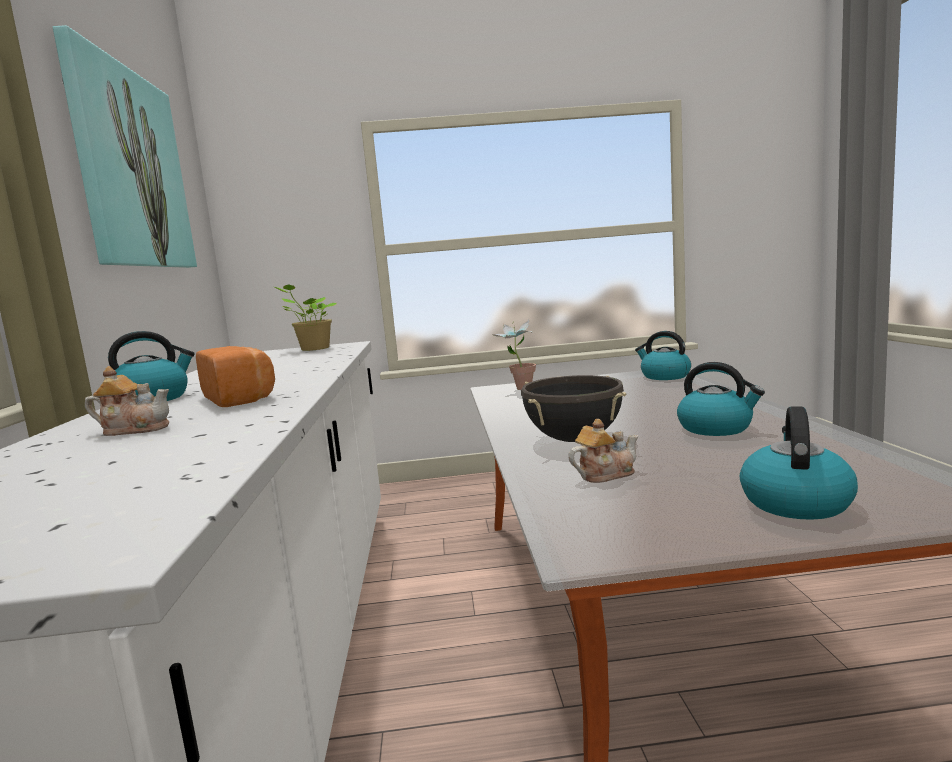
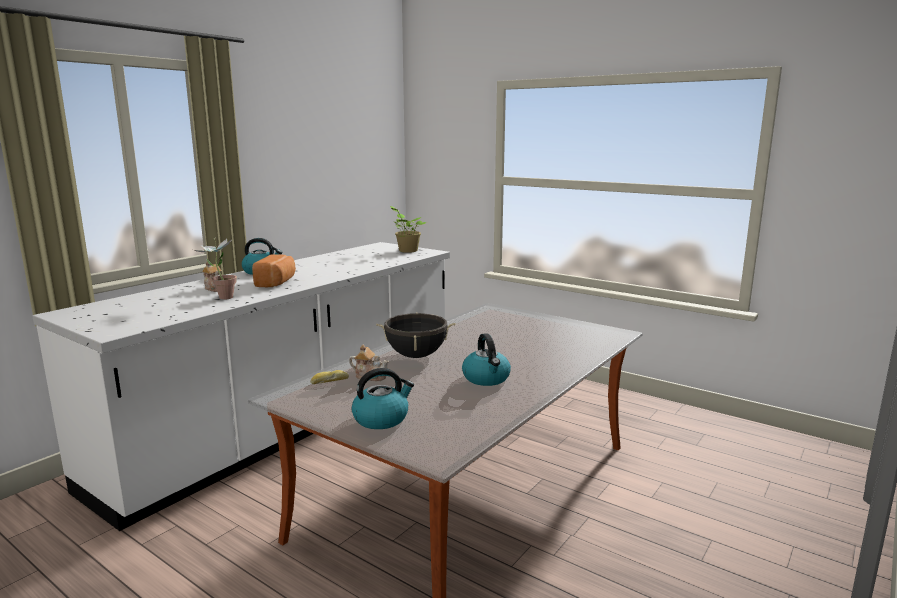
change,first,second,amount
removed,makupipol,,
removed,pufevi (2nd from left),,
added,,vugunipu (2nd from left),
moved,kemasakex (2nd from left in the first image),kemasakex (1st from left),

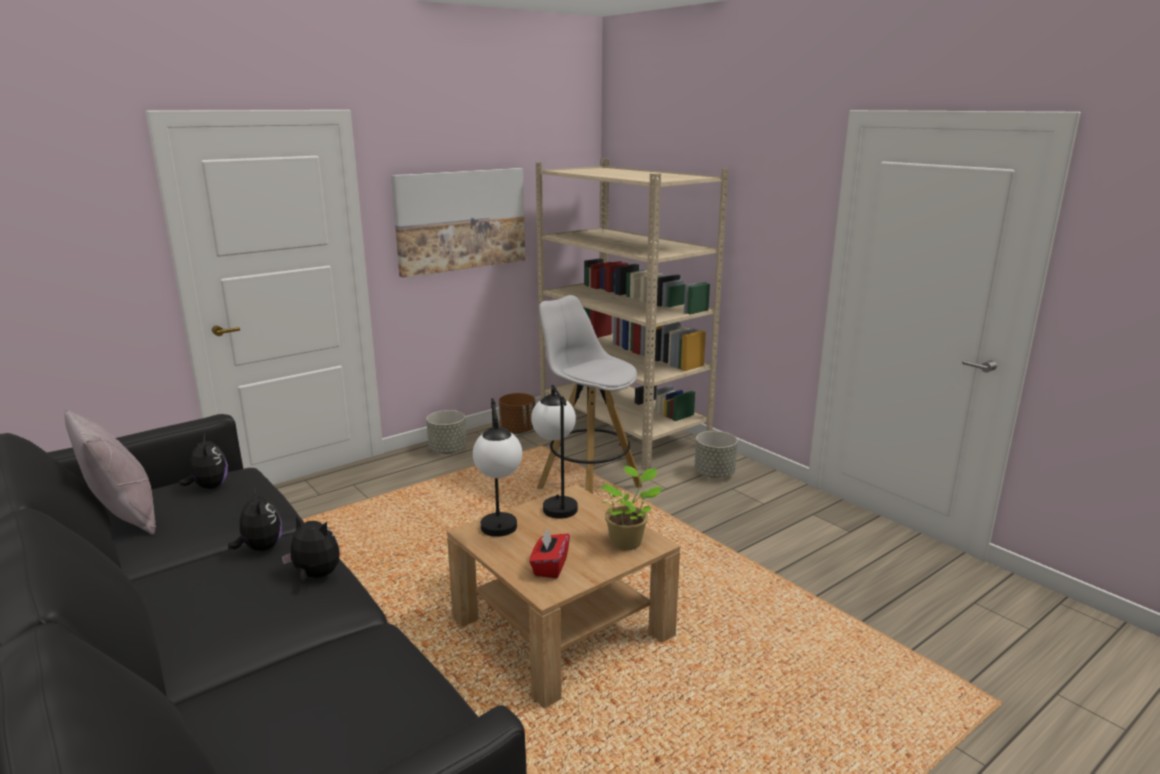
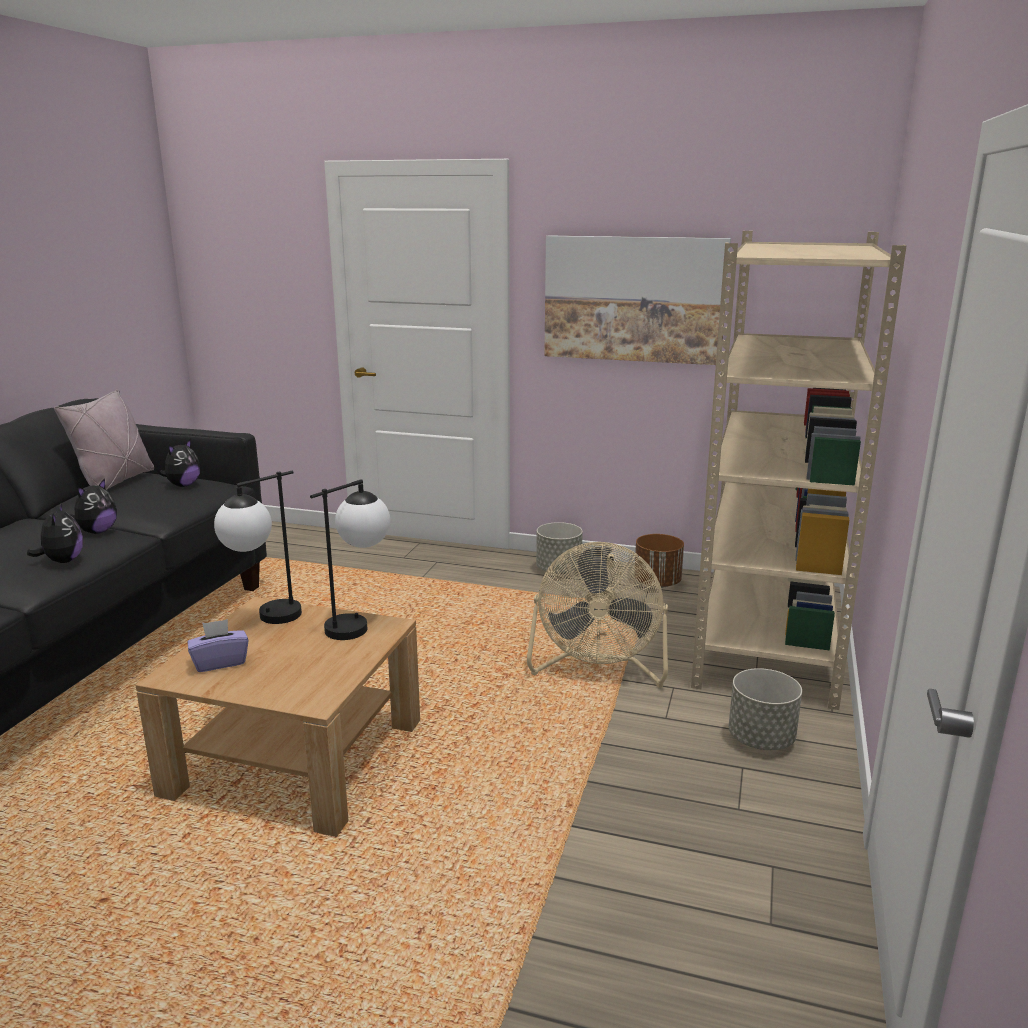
change,first,second,amount
removed,kemasakex,,
replaced,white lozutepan,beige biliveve,
recoloured,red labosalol,purple labosalol,

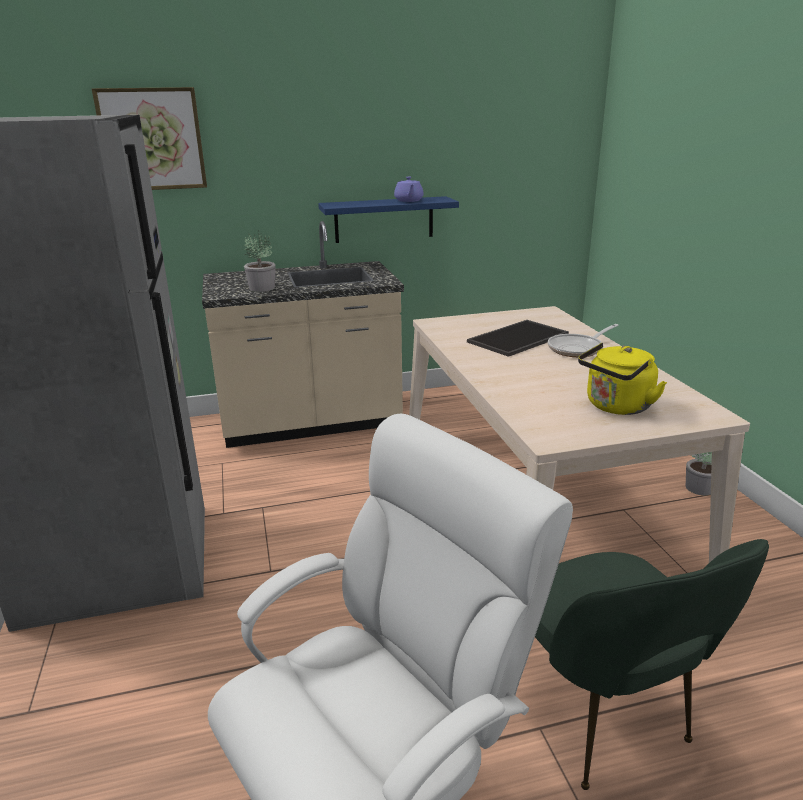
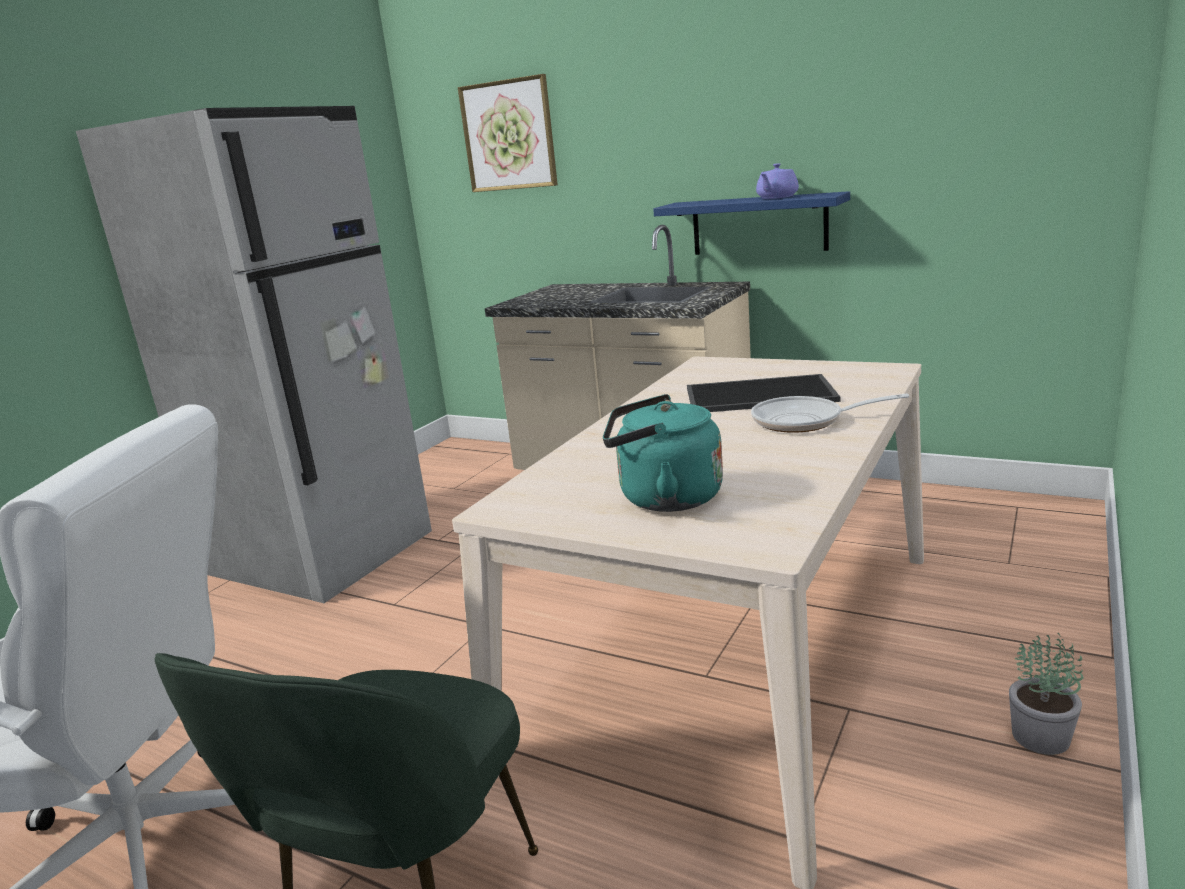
change,first,second,amount
removed,kemasakex (1st from left),,
recoloured,yellow pufevi,turquoise pufevi,

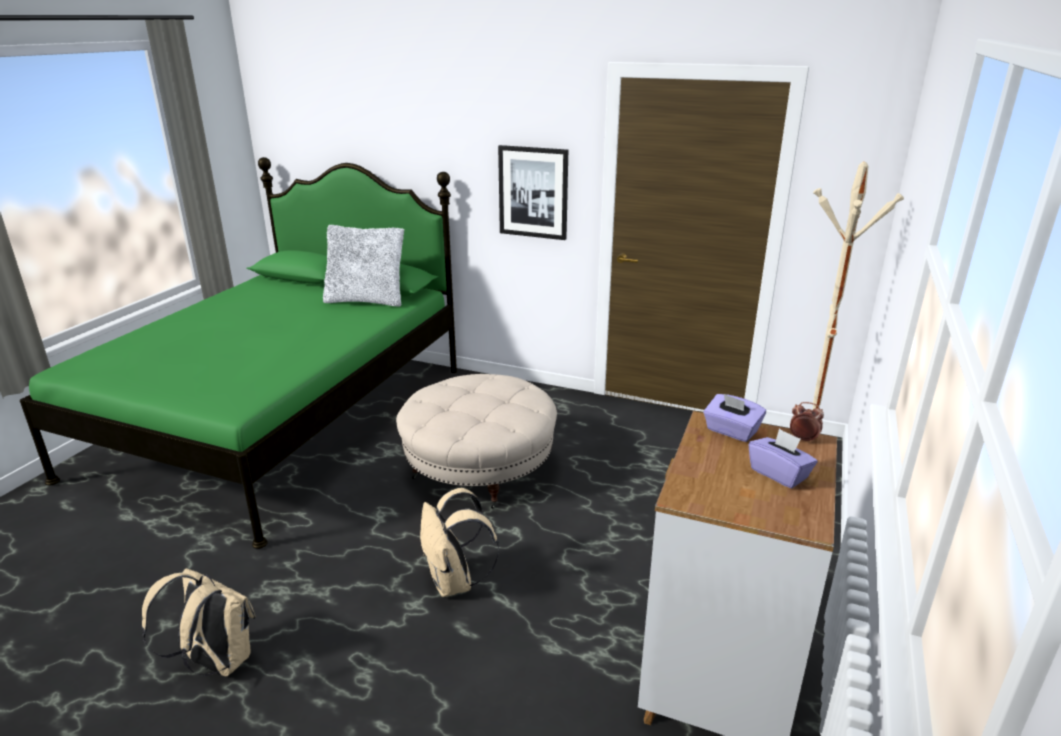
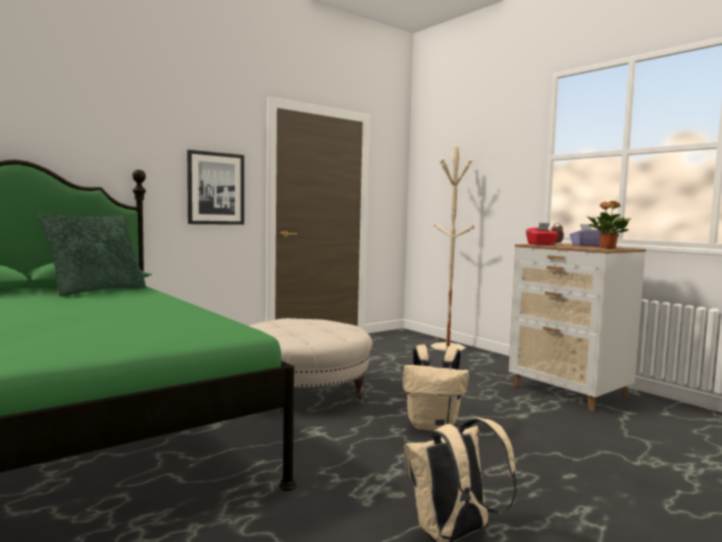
change,first,second,amount
added,,kemasakex,
recoloured,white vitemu,green vitemu,
recoloured,purple labosalol (1st from left),red labosalol,

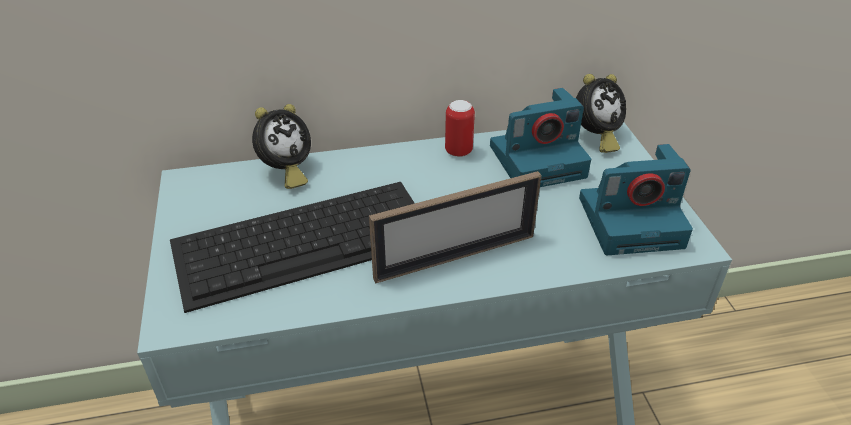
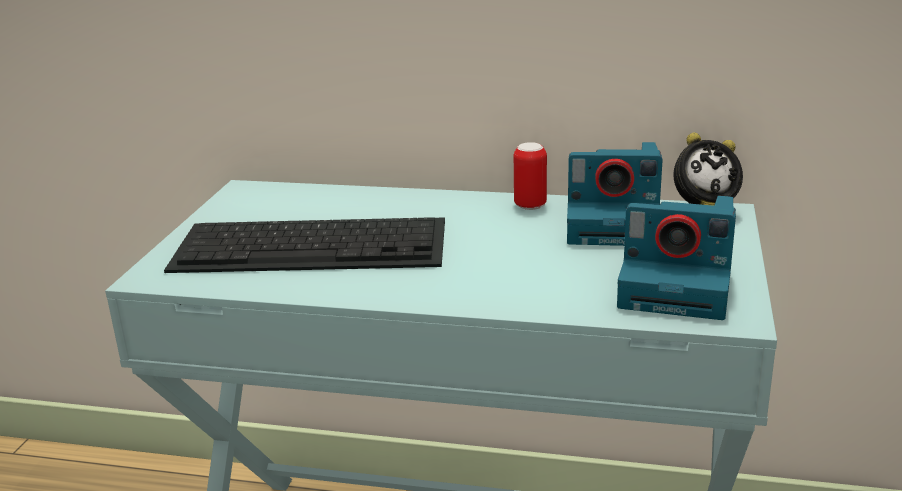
change,first,second,amount
removed,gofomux (1st from left),,
removed,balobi,,

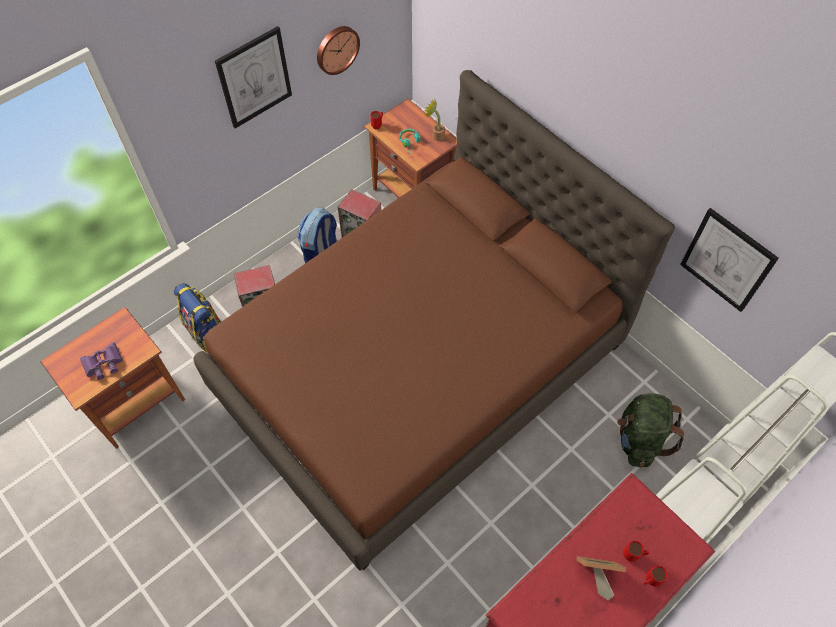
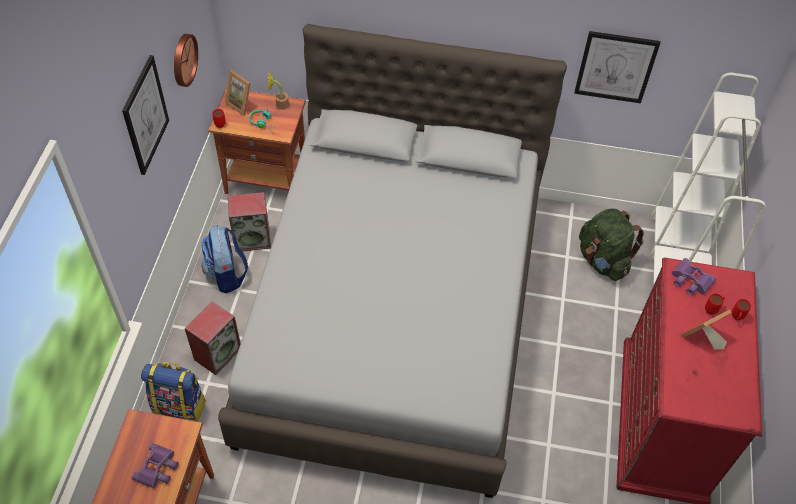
change,first,second,amount
added,,balobi (1st from left),
added,,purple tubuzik (2nd from left),
recoloured,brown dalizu,grey dalizu,

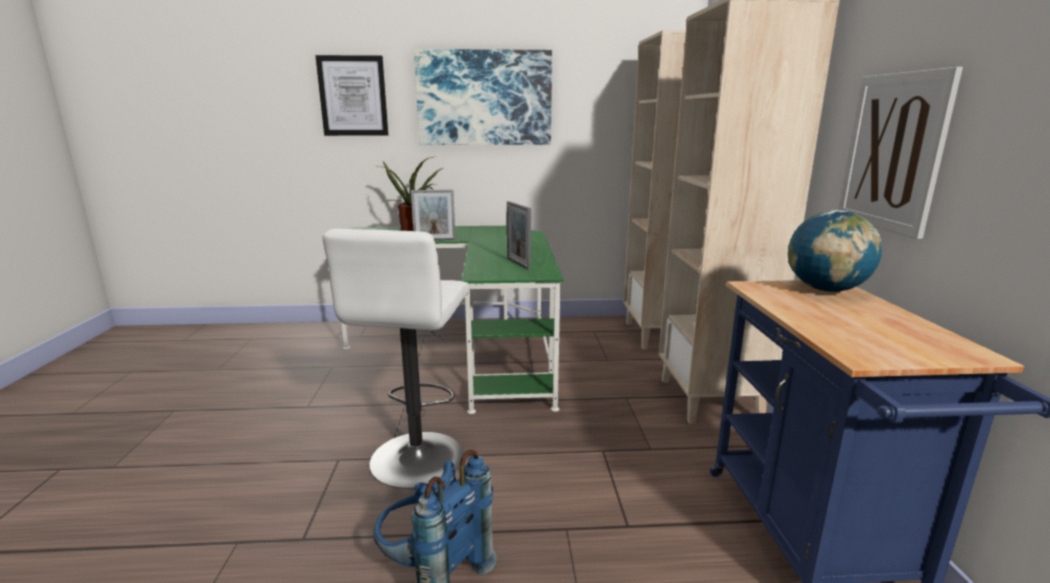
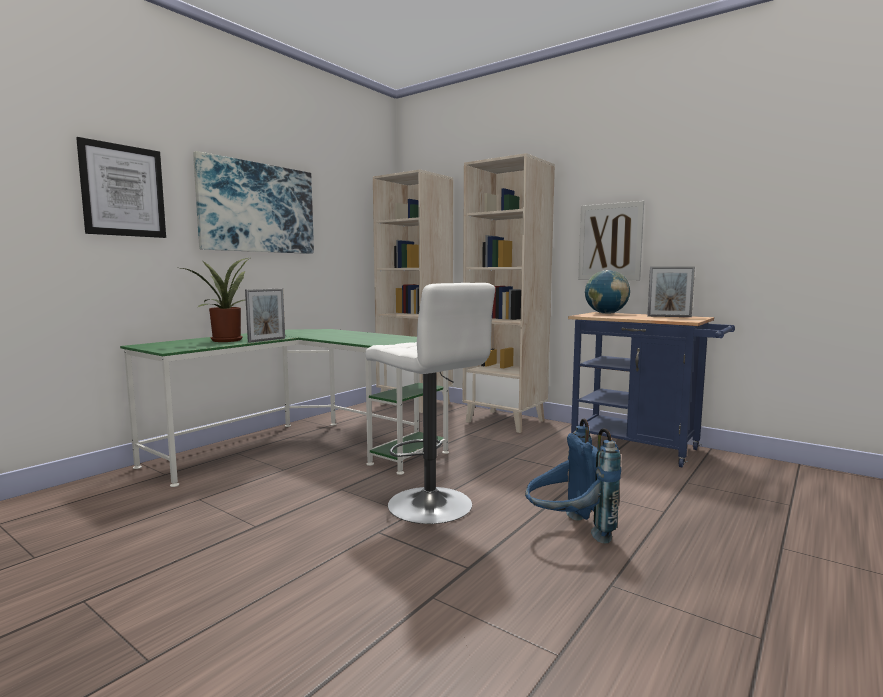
change,first,second,amount
moved,balobi (2nd from left),,

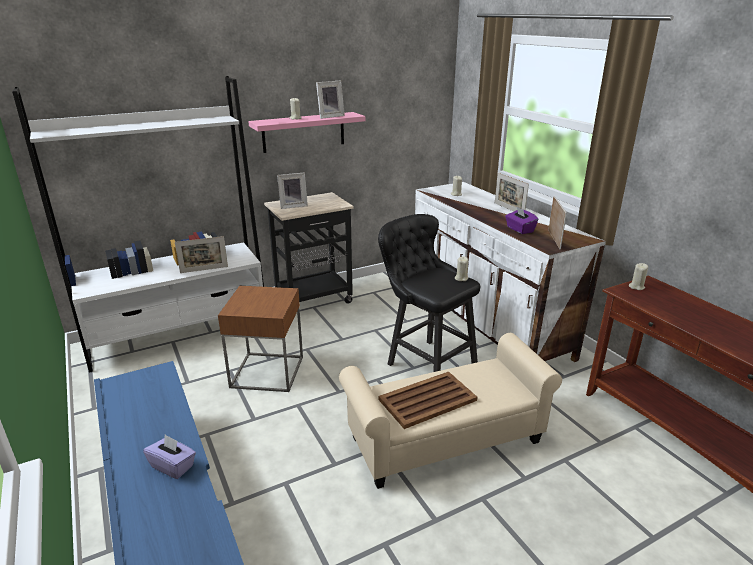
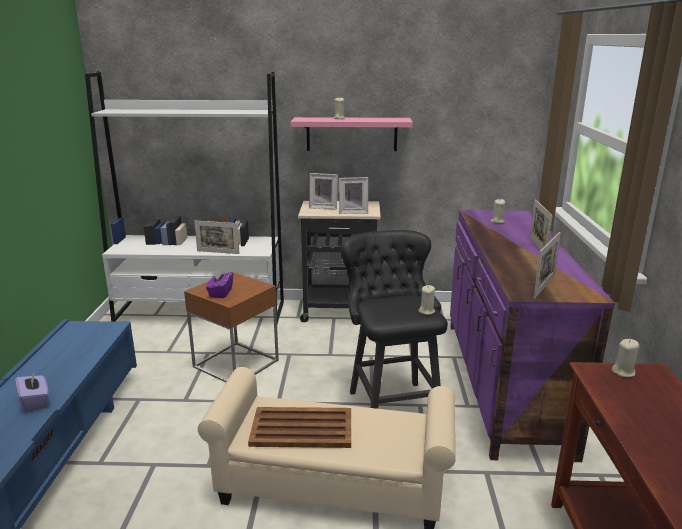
change,first,second,amount
moved,balobi (3rd from left),,
moved,purple labosalol (2nd from left),,
recoloured,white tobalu,purple tobalu,

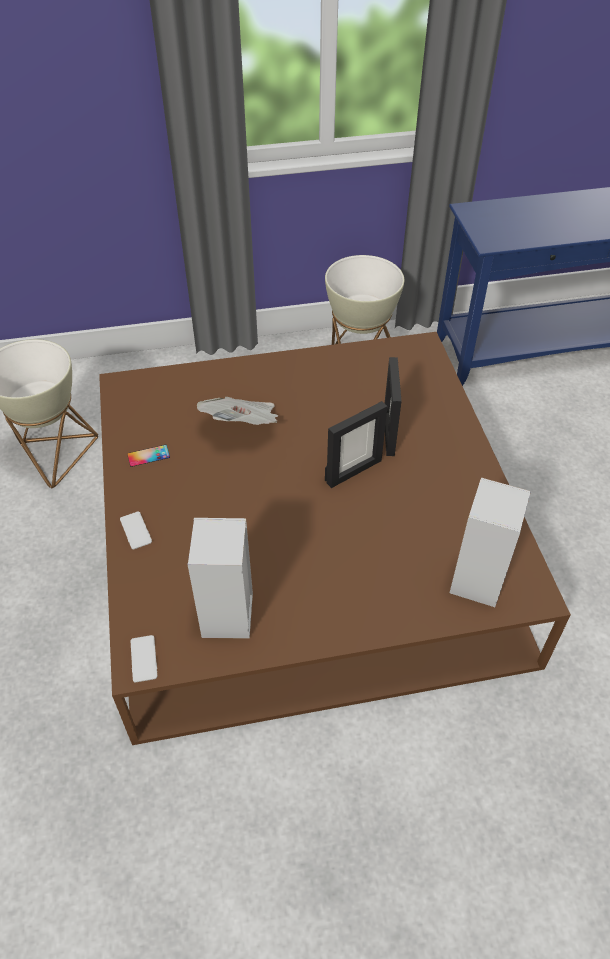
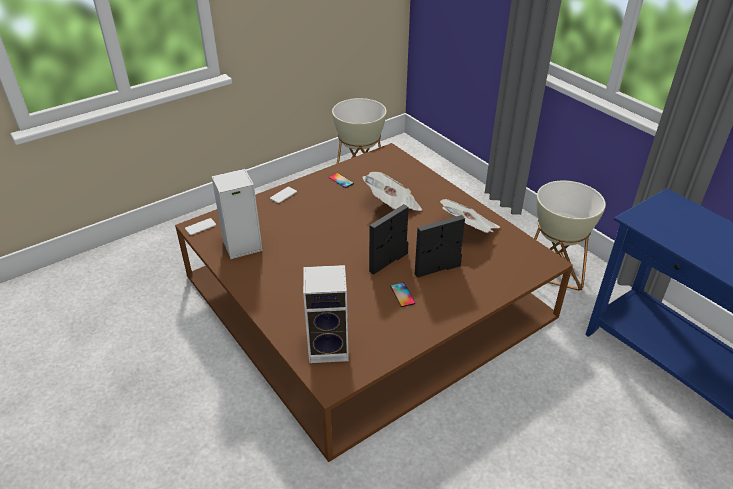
change,first,second,amount
added,,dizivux (4th from left),
added,,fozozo (2nd from left),
turned,balobi (1st from left),,105 degrees clockwise

